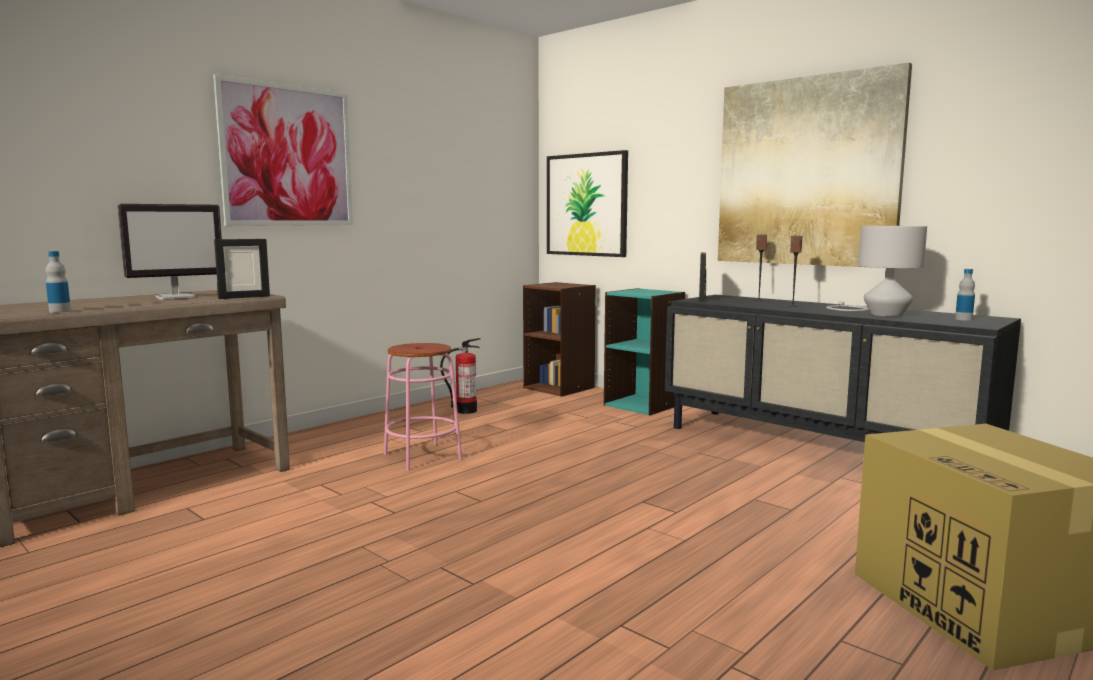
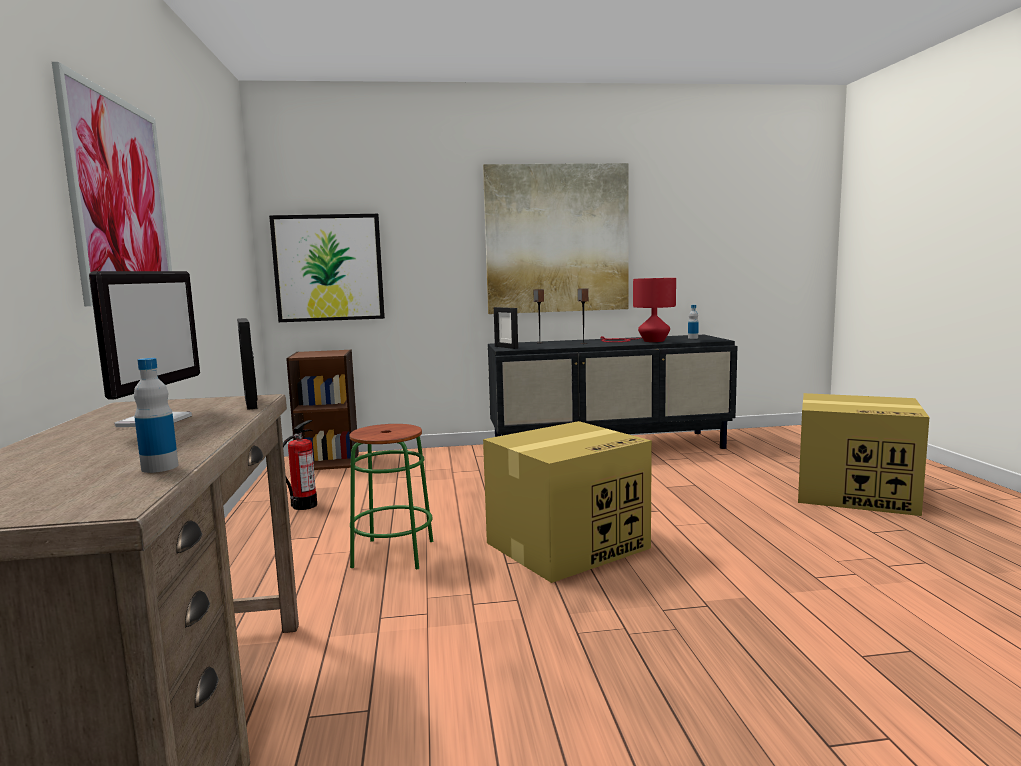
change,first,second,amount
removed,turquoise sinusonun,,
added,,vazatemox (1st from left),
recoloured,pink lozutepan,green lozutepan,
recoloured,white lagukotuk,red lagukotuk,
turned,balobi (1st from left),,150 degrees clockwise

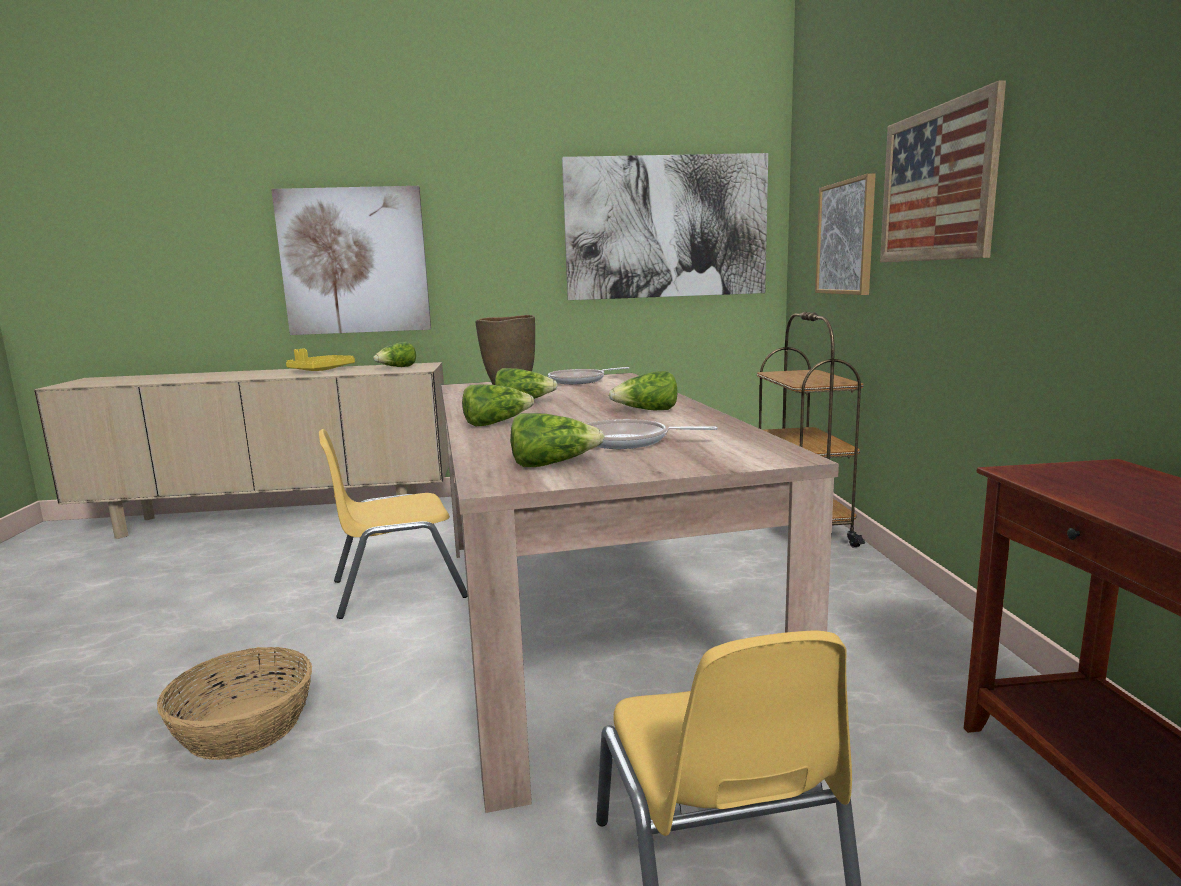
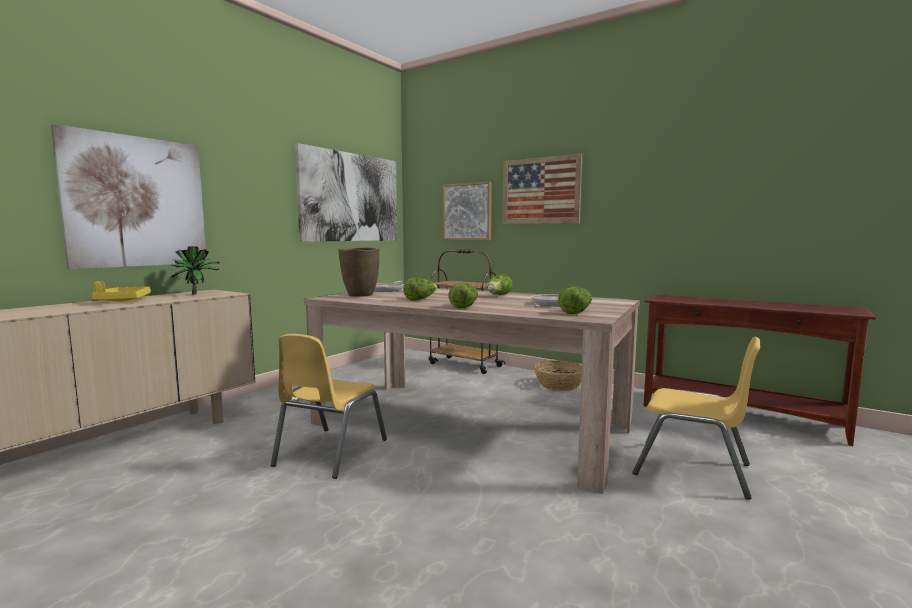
change,first,second,amount
moved,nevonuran,,
replaced,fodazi (1st from left),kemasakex,

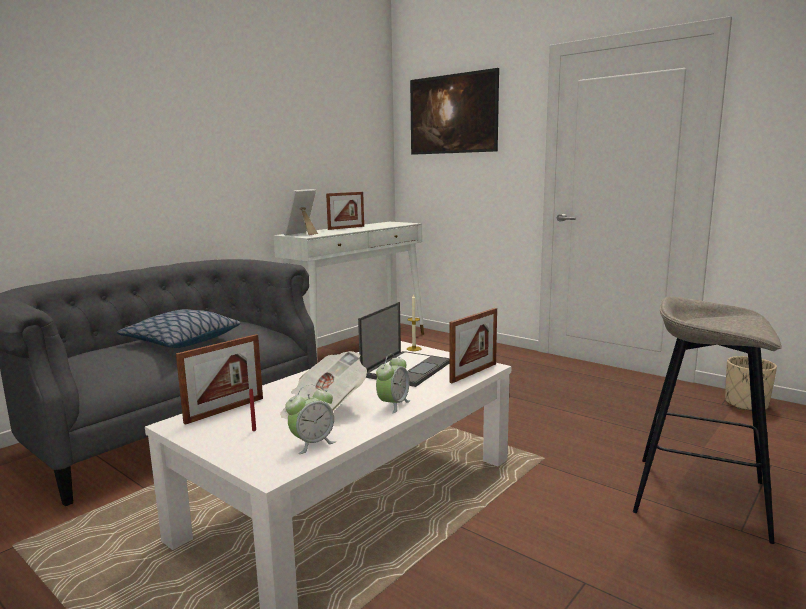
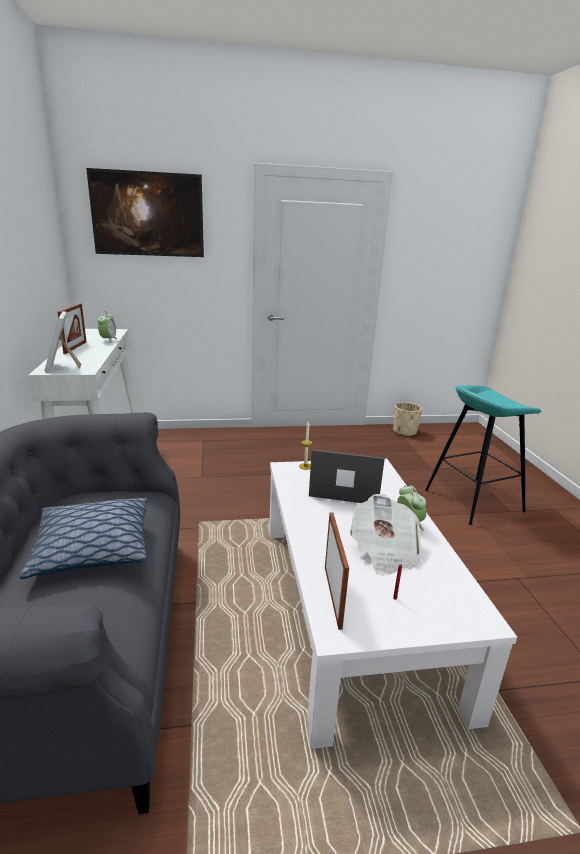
change,first,second,amount
removed,balobi (4th from left),,
moved,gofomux (1st from left),,
recoloured,grey lozutepan,turquoise lozutepan,
turned,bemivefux,,60 degrees counterclockwise

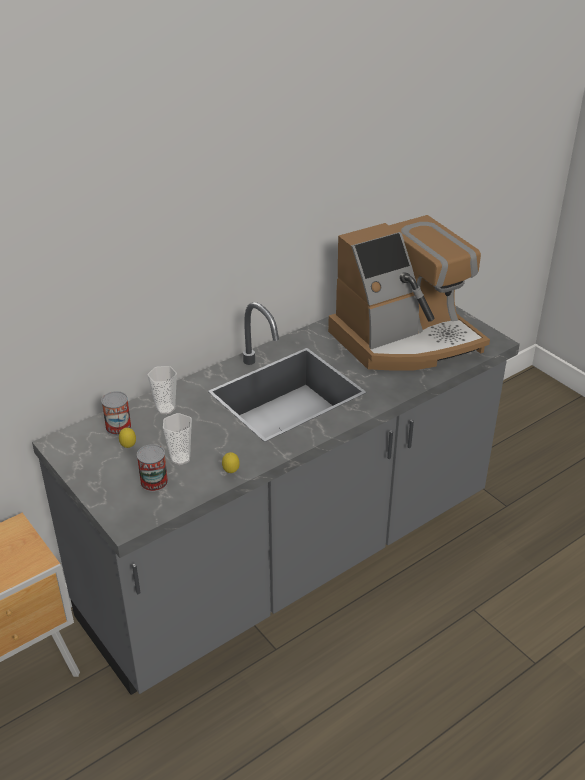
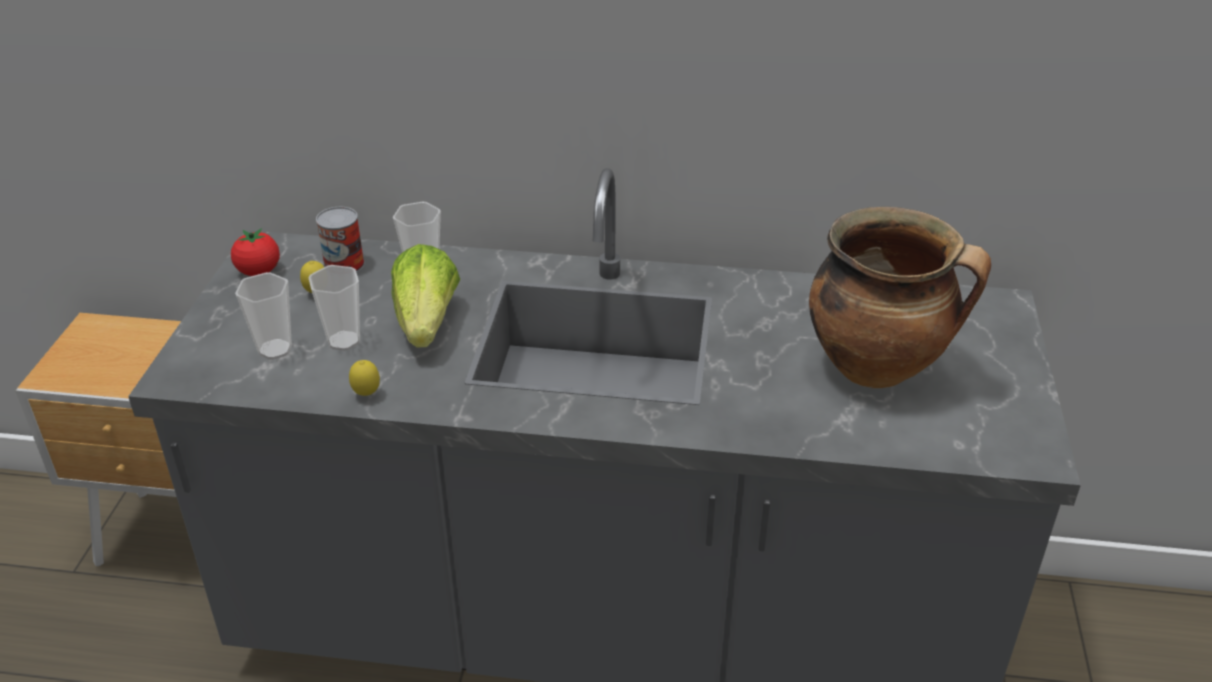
change,first,second,amount
added,,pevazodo,
added,,fodazi,
replaced,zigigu (2nd from left),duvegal (1st from left),
replaced,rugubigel,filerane,

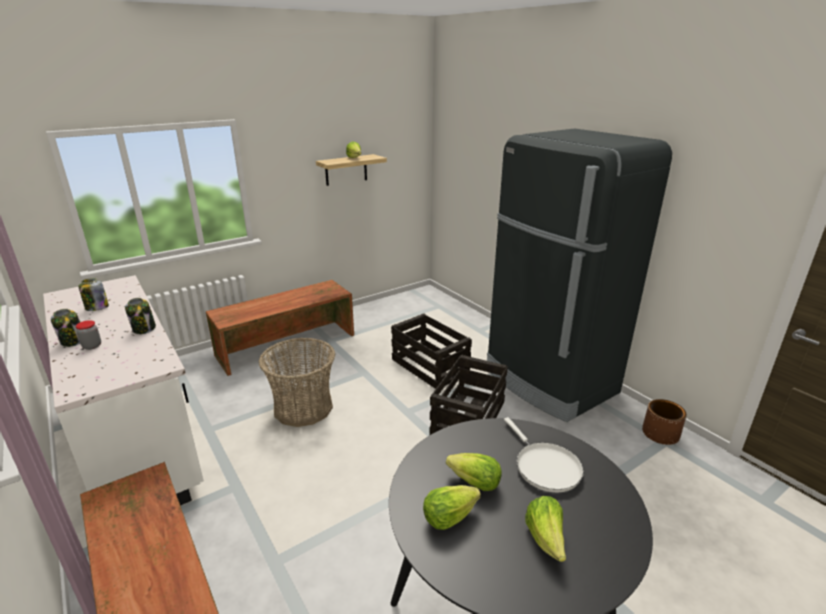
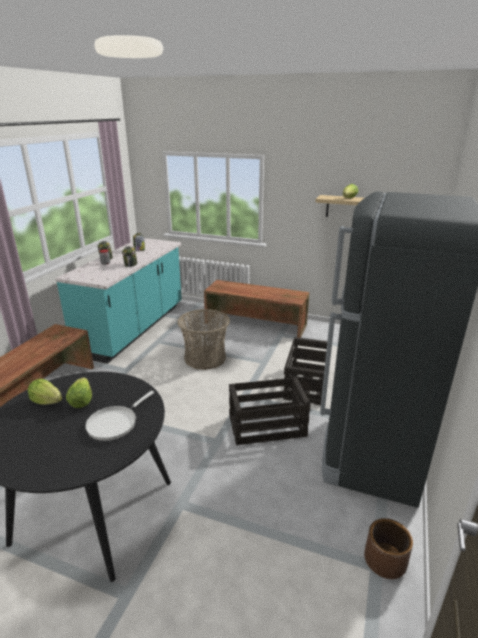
change,first,second,amount
removed,fodazi (4th from left),,
recoloured,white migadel,turquoise migadel,

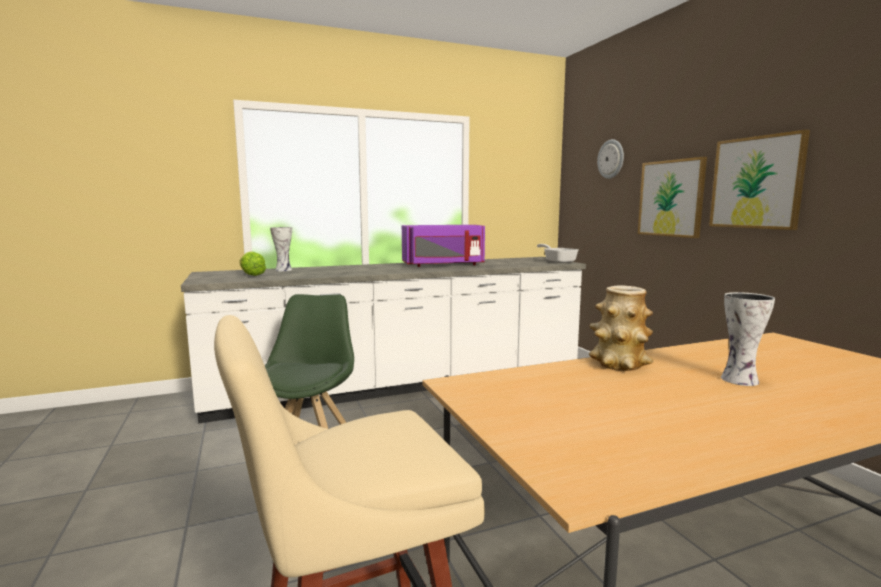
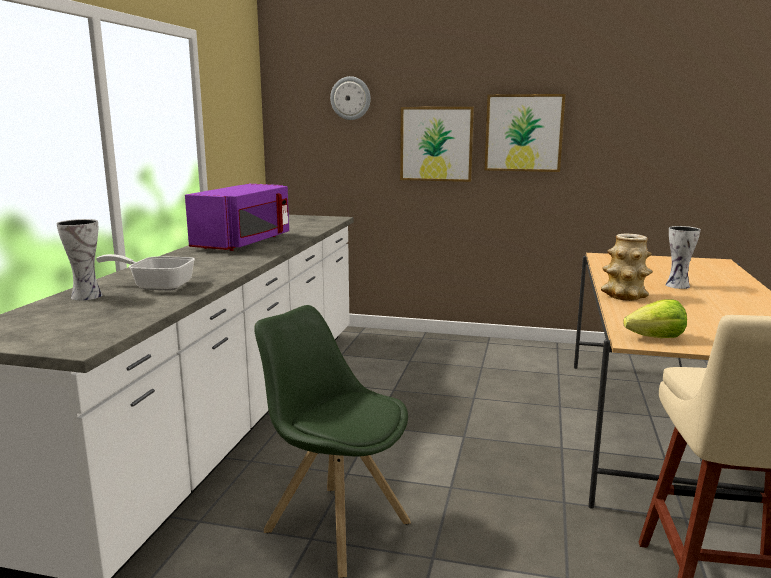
change,first,second,amount
moved,fodazi,,
moved,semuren,,

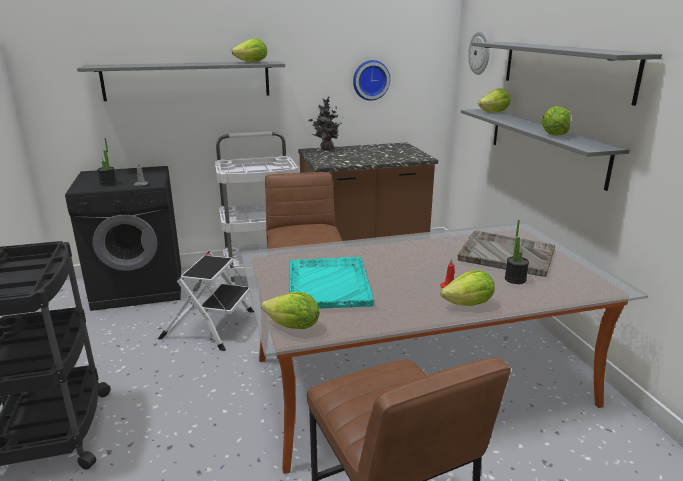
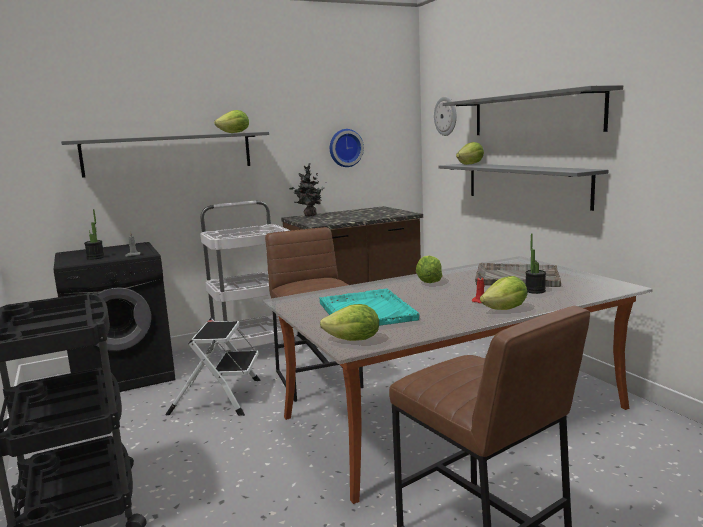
change,first,second,amount
moved,fodazi (5th from left in the first image),fodazi (3rd from left),

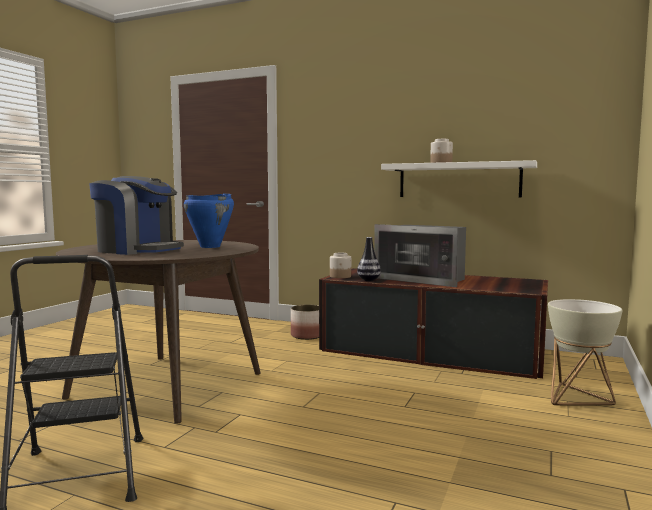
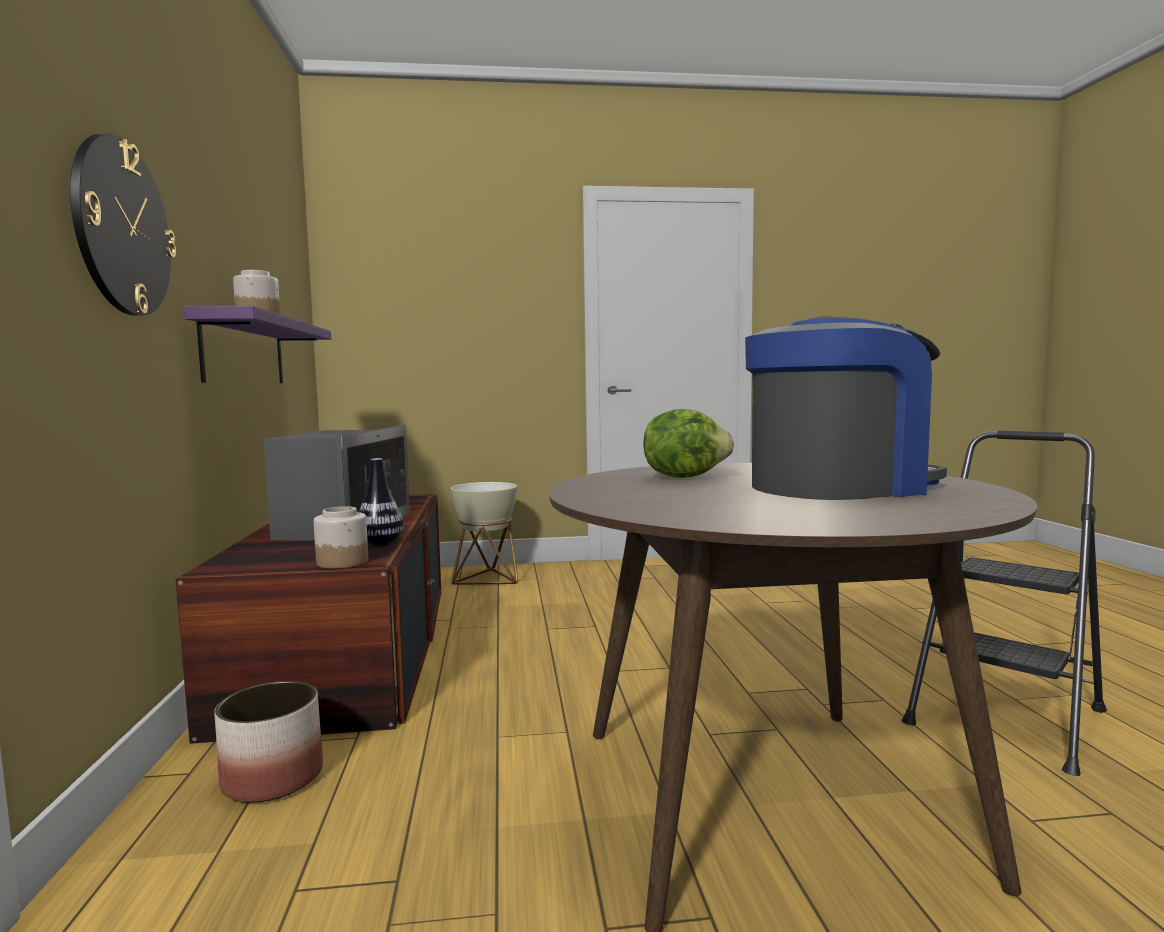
change,first,second,amount
added,,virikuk,
replaced,blue filerane,fodazi,
recoloured,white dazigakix,purple dazigakix,
turned,rugubigel,,75 degrees clockwise

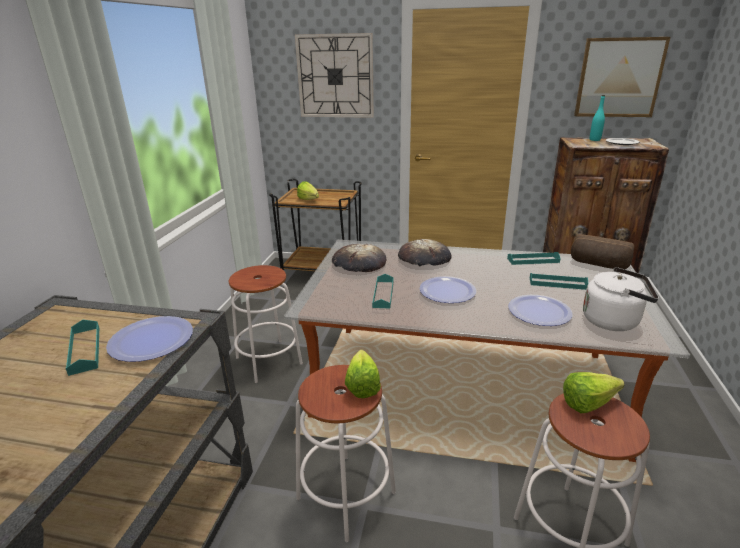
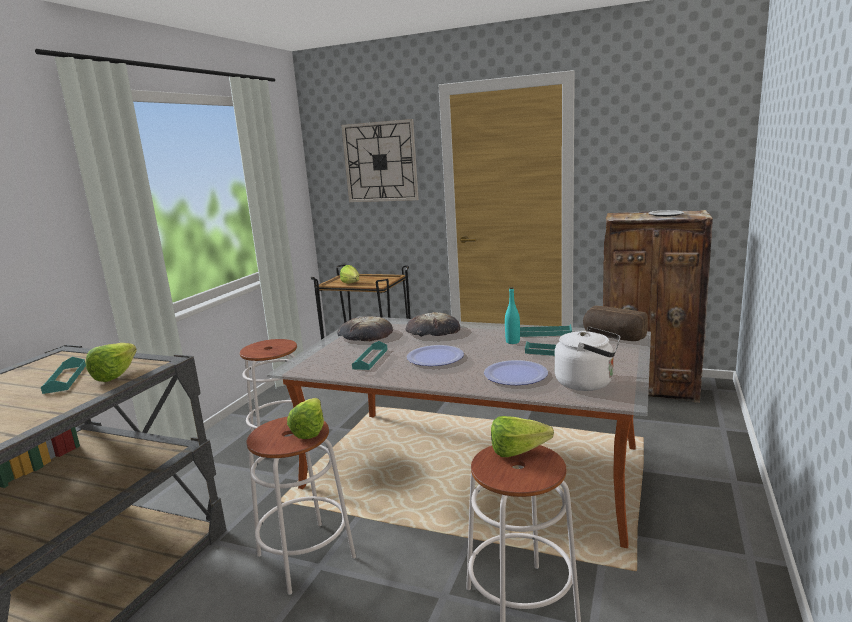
change,first,second,amount
removed,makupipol,,
moved,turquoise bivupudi,,
replaced,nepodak (1st from left),fodazi (1st from left),

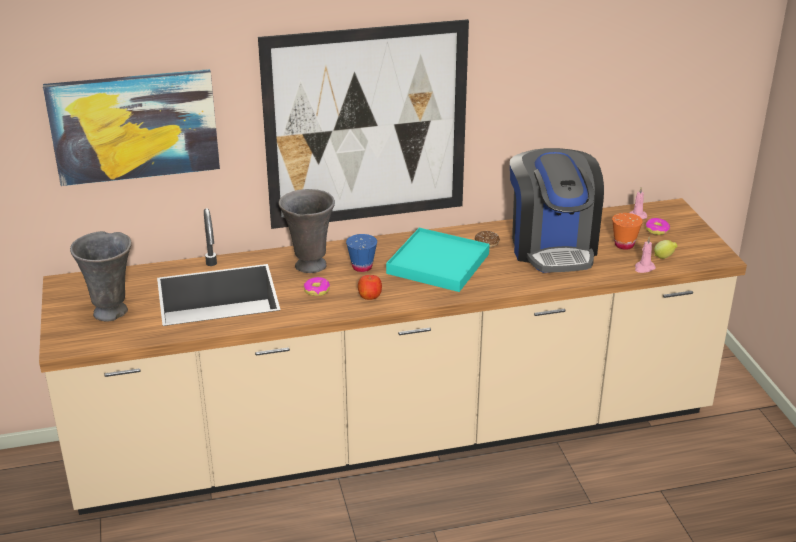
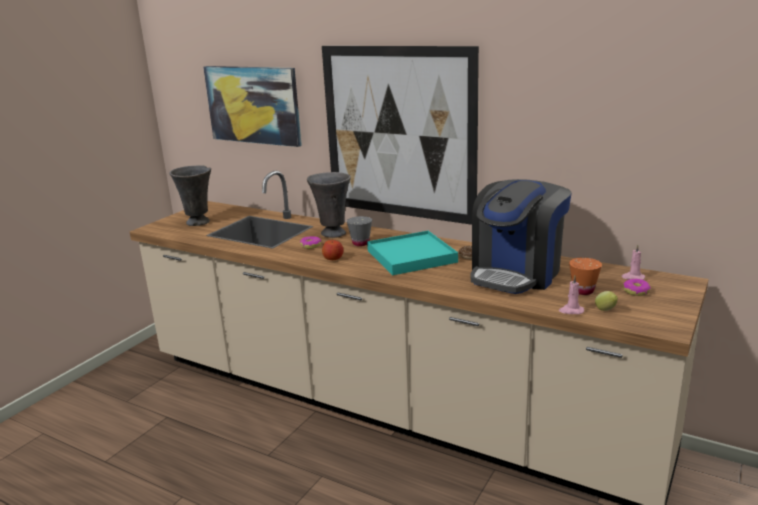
change,first,second,amount
recoloured,blue duvegal,grey duvegal,

